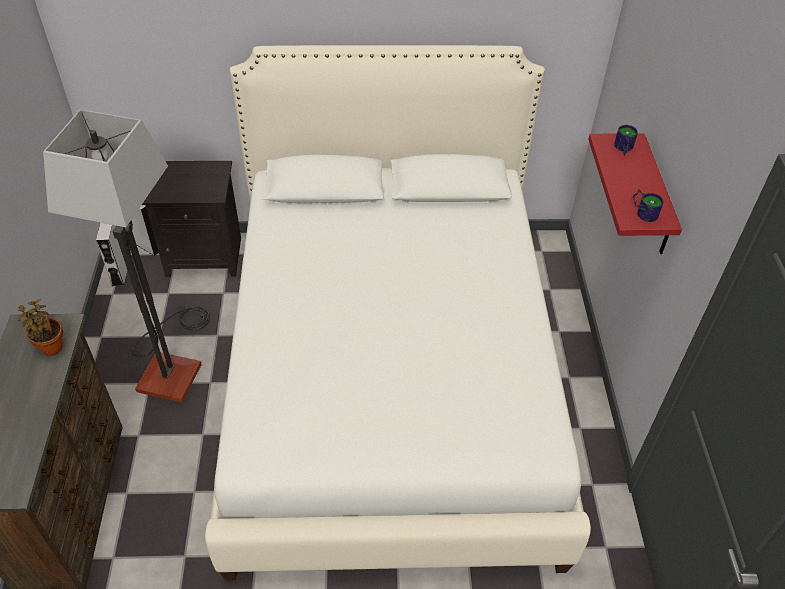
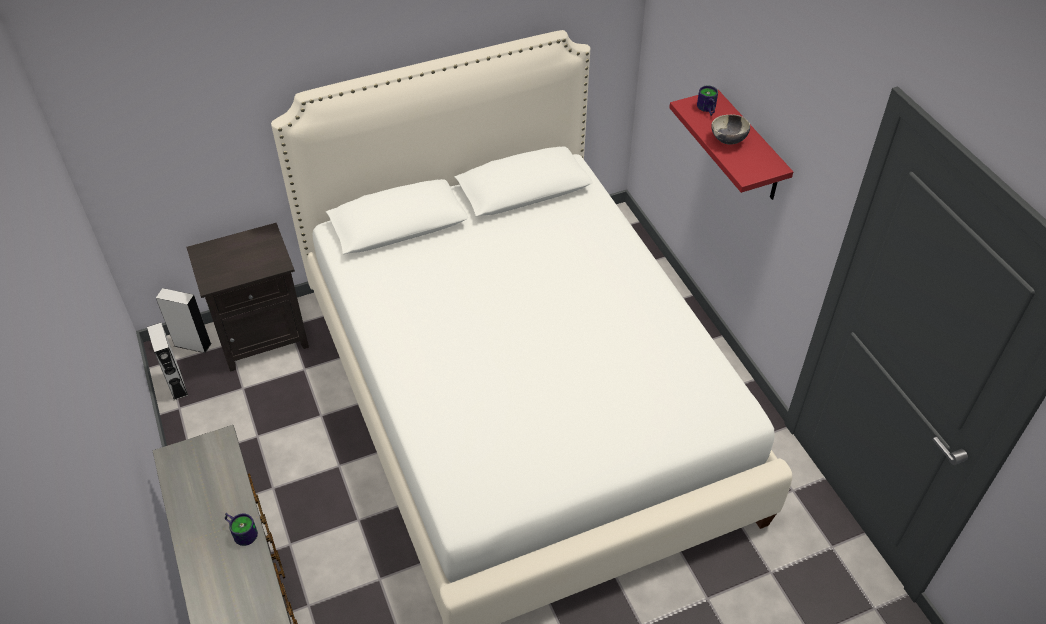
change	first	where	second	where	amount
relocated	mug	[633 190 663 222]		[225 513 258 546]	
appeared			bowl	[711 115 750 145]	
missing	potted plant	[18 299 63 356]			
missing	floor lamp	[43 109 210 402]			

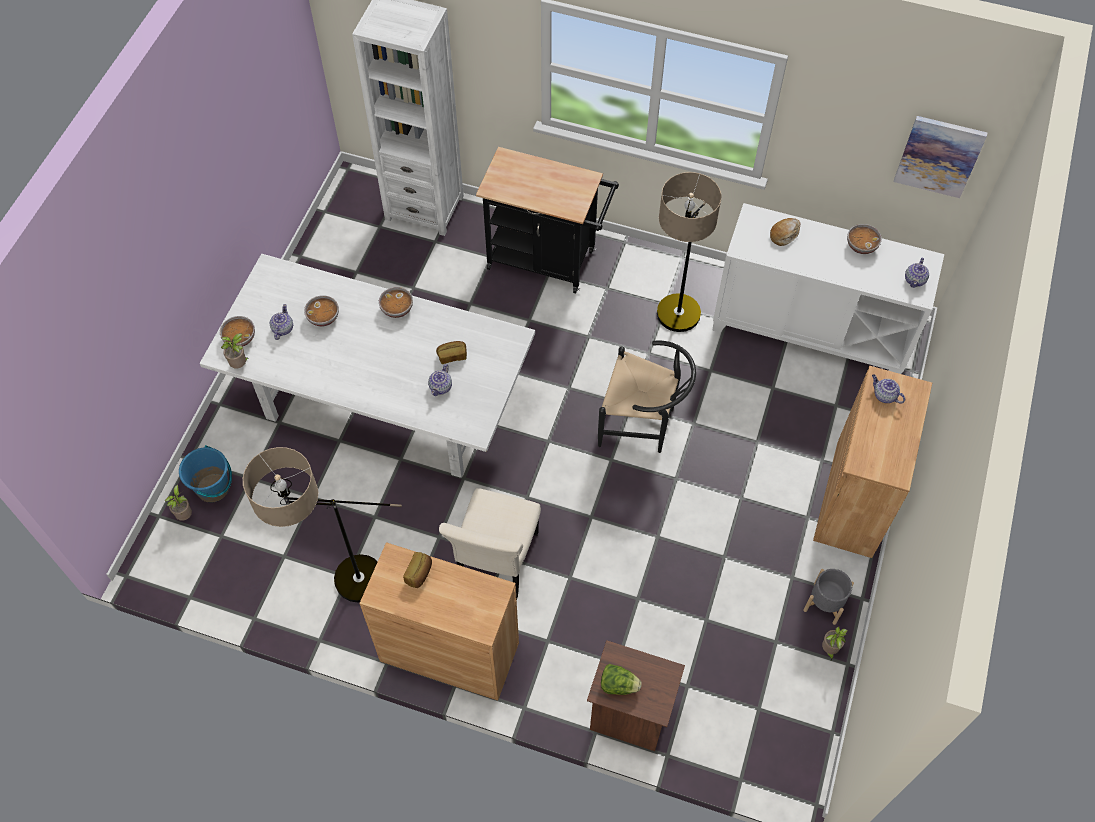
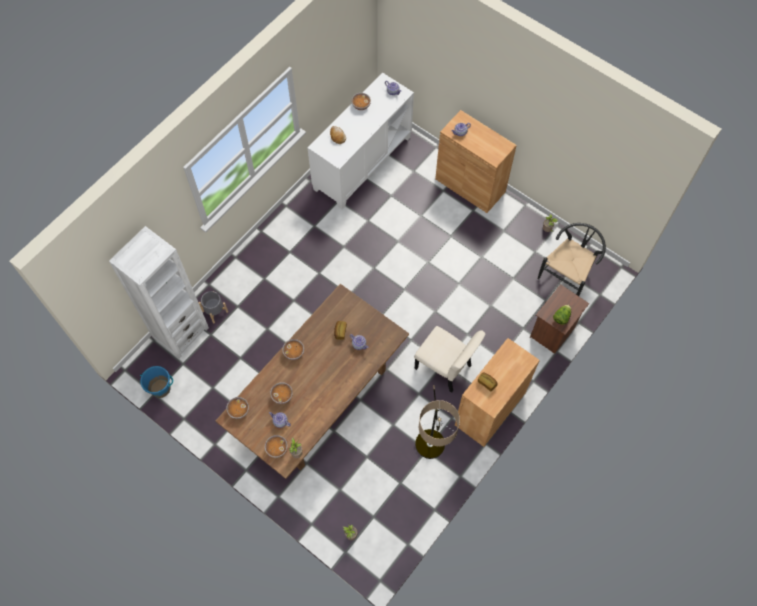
change	first	where	second	where	amount
relocated	bucket (blue)	[179 445 232 503]		[140 366 173 398]	
relocated	planter (grey)	[803 569 854 625]		[199 291 228 323]	
colour	dining table (white)	[200 254 535 478]	dining table (brown)	[216 284 409 479]	
appeared			bowl	[226 397 249 419]	
relocated	chair (black)	[598 340 696 453]		[538 223 606 296]	
missing	cart (black)	[476 147 619 293]			
missing	floor lamp	[657 172 721 332]			
missing	picture	[894 116 987 198]			

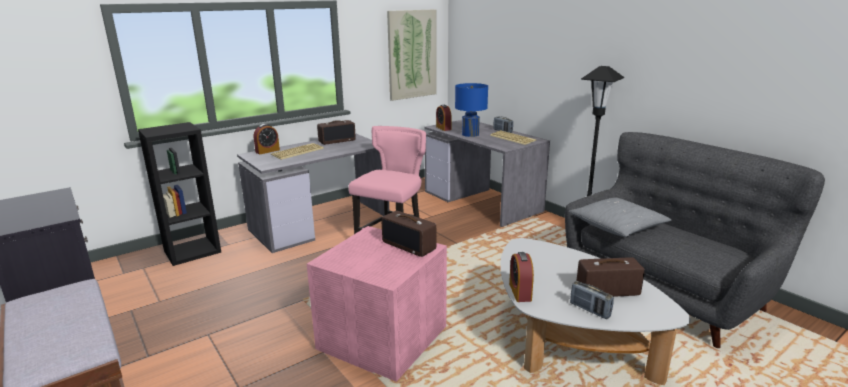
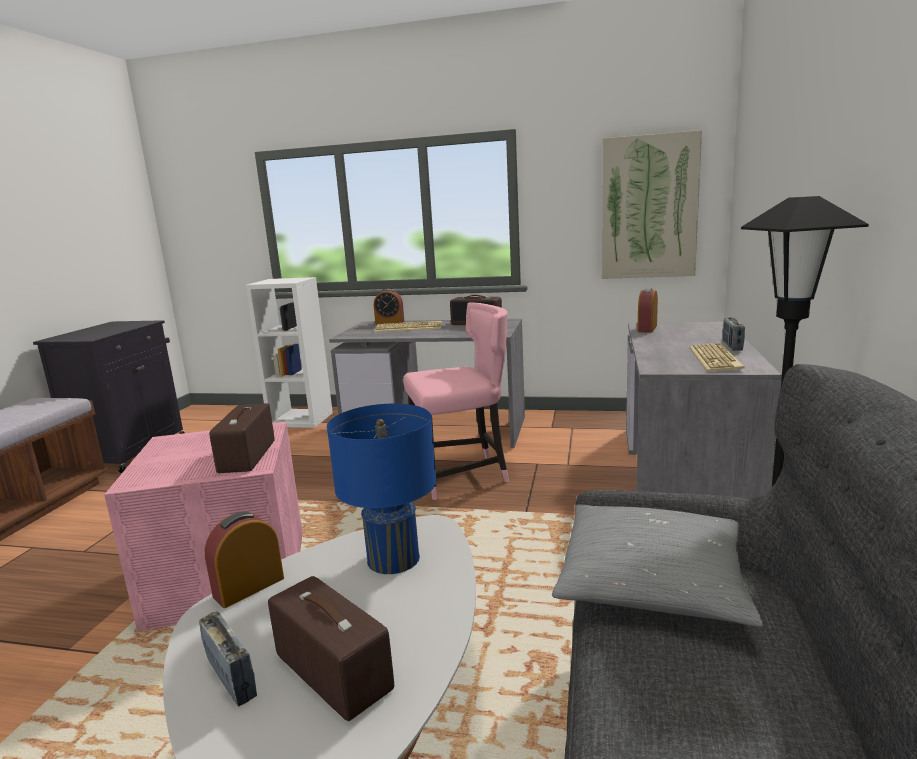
change	first	where	second	where	amount
spun	radio	[570 281 614 319]		[199 611 257 706]	135 degrees clockwise
colour	bookcase (black)	[138 122 221 266]	bookcase (white)	[246 277 333 428]	
relocated	table lamp (blue)	[455 83 488 137]		[327 404 436 574]	

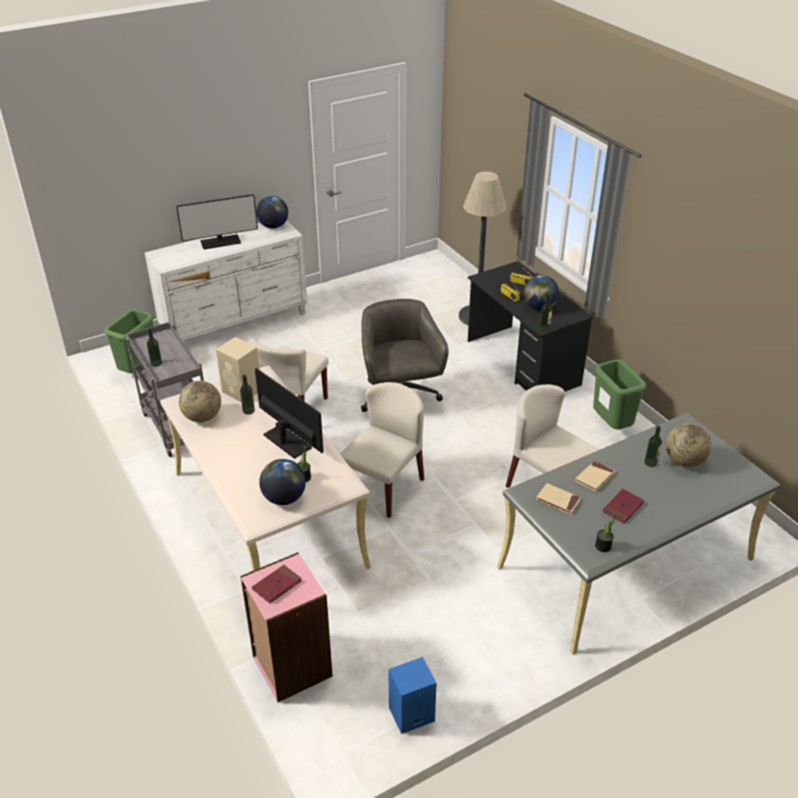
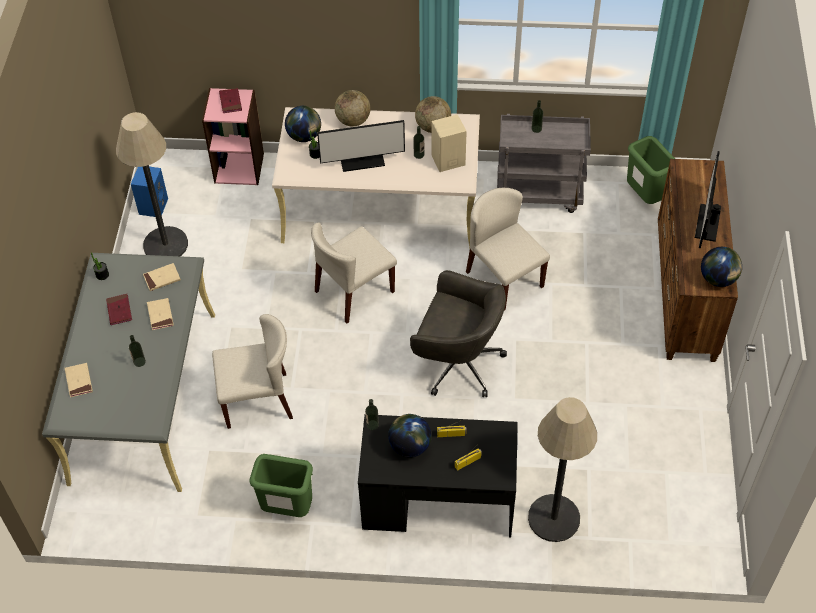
change	first	where	second	where	amount
appeared			book (beige)	[65 363 93 397]	
appeared			floor lamp	[116 112 188 256]	
spun	chair (beige)	[340 382 424 518]		[311 222 397 324]	75 degrees clockwise
relocated	globe	[666 423 712 467]		[335 90 371 127]	
colour	dresser (white)	[145 220 307 341]	dresser (brown)	[658 159 738 362]	

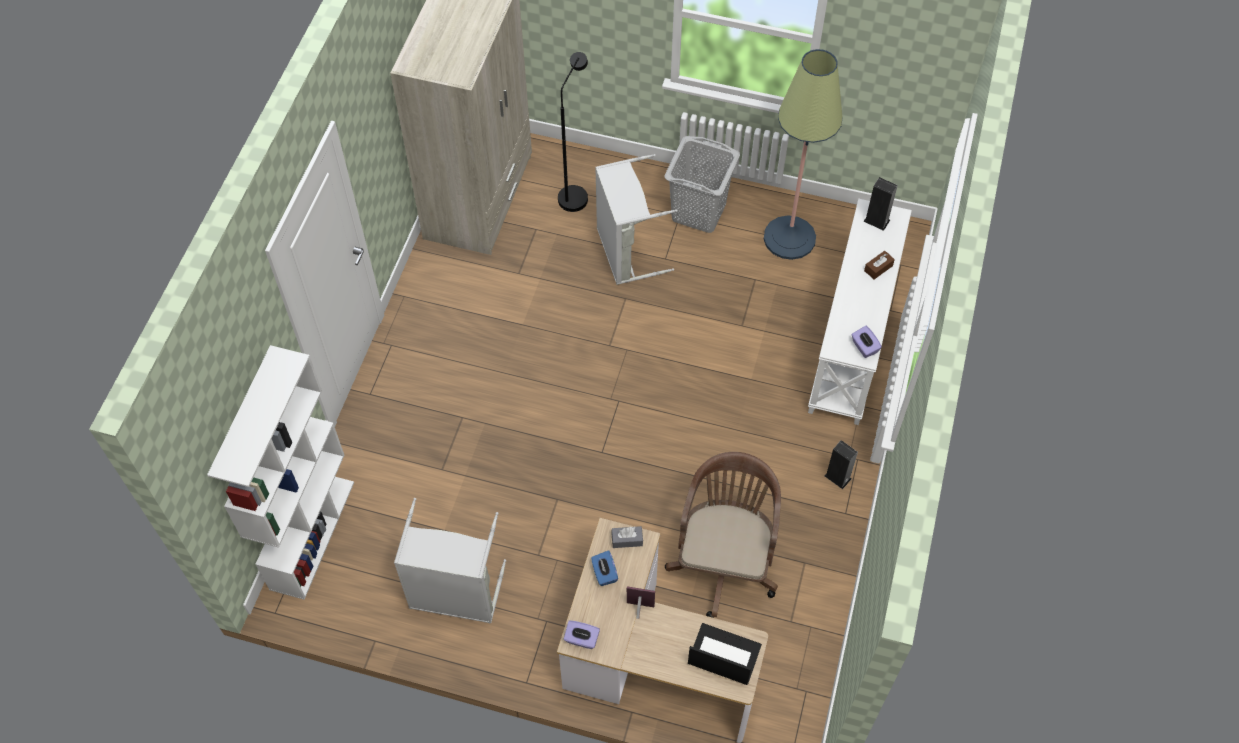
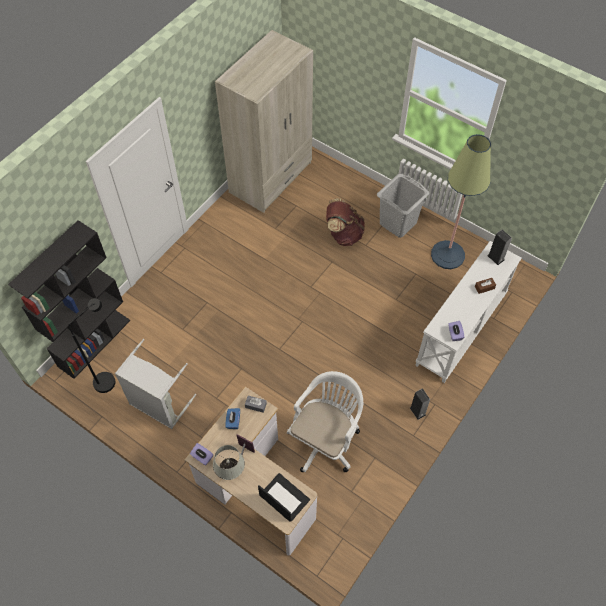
change	first	where	second	where	amount
colour	bookcase (white)	[207 345 354 600]	bookcase (black)	[8 220 130 379]	
relocated	floor lamp (black)	[558 52 588 212]		[68 298 115 393]	
appeared			table lamp (white)	[213 445 245 480]	
colour	office chair (brown)	[665 452 781 618]	office chair (white)	[287 371 363 472]	
exchanged	laundry basket (grey)	[595 154 678 285]	backpack (brown)	[326 199 365 246]	

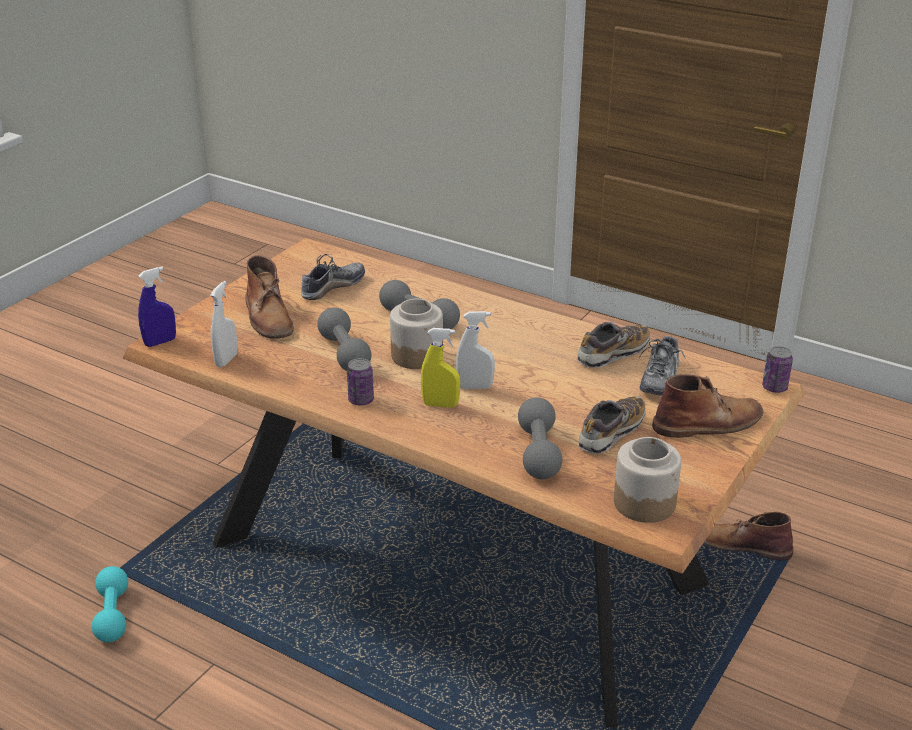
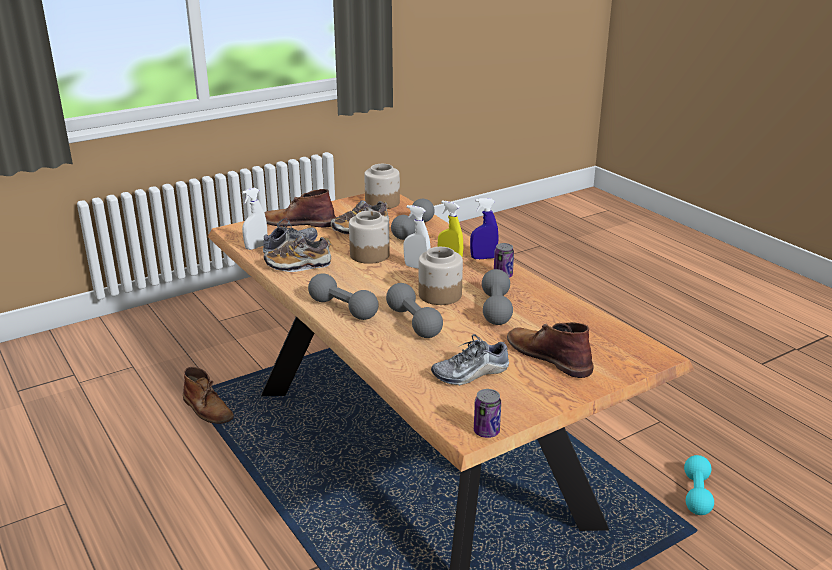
change	first	where	second	where	amount
relocated	spray bottle (white)	[210 281 238 367]		[242 187 268 250]	
appeared			dumbbell (grey)	[308 273 379 320]	
appeared			jar	[349 211 390 264]	
relocated	spray bottle (blue)	[138 267 176 347]		[470 198 499 259]	
relocated	can	[762 346 793 393]		[474 389 501 438]	
spun	boot (brown)	[245 255 294 339]		[507 322 594 378]	45 degrees counterclockwise

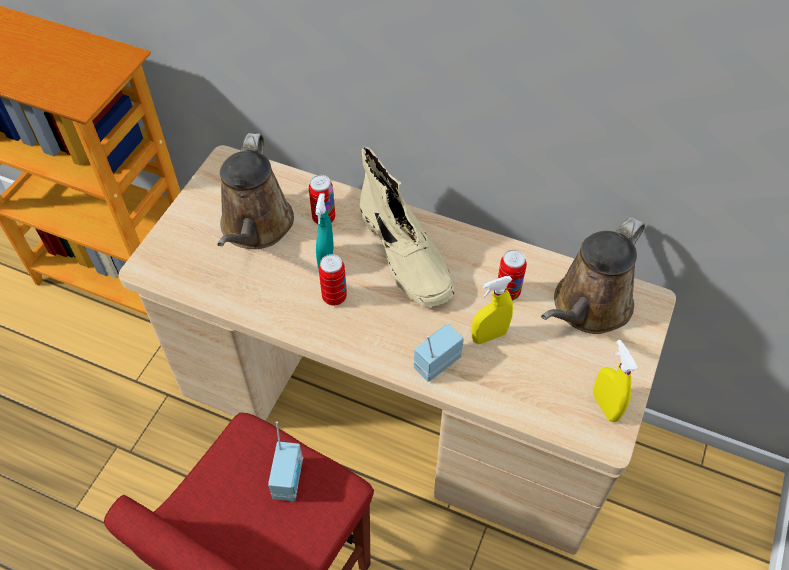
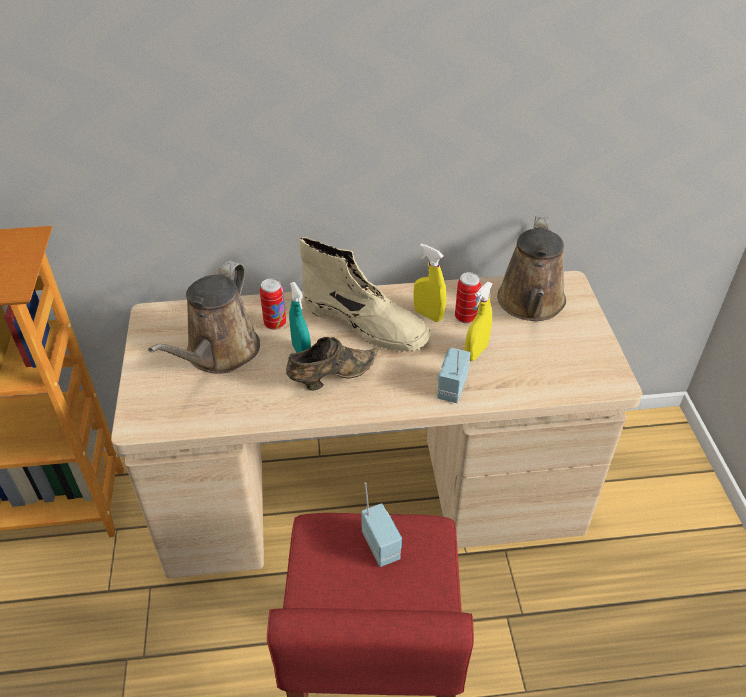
change	first	where	second	where	amount
spun	watering can (brown)	[218 133 294 249]		[148 261 260 374]	45 degrees clockwise
exchanged	can	[319 254 347 306]	shoe (brown)	[286 337 379 390]	
relocated	spray bottle (yellow)	[593 340 638 422]		[413 243 446 322]	

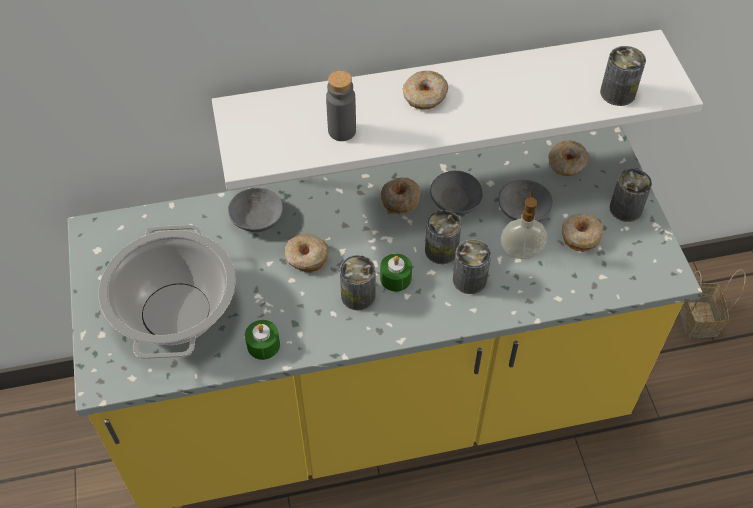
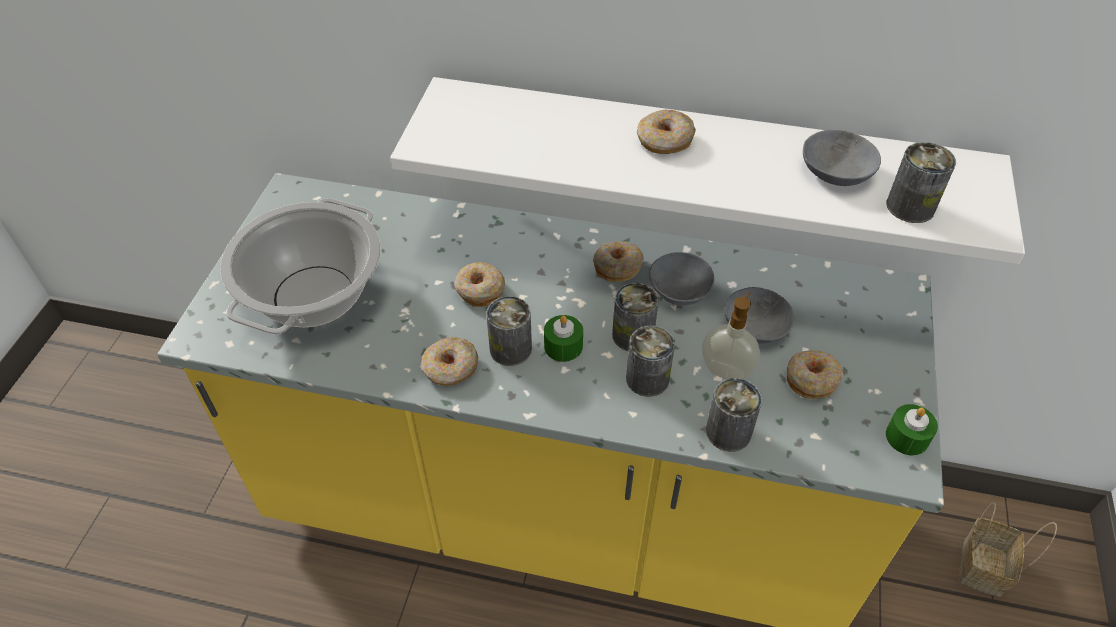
change	first	where	second	where	amount
relocated	donut	[548 140 588 176]		[421 337 479 386]	
relocated	can	[609 169 652 222]		[706 378 762 452]	
relocated	bowl (grey)	[228 188 283 232]		[803 130 881 186]	
relocated	candle (green)	[245 320 280 360]		[886 404 938 455]	
missing	bottle (grey)	[326 71 356 141]			

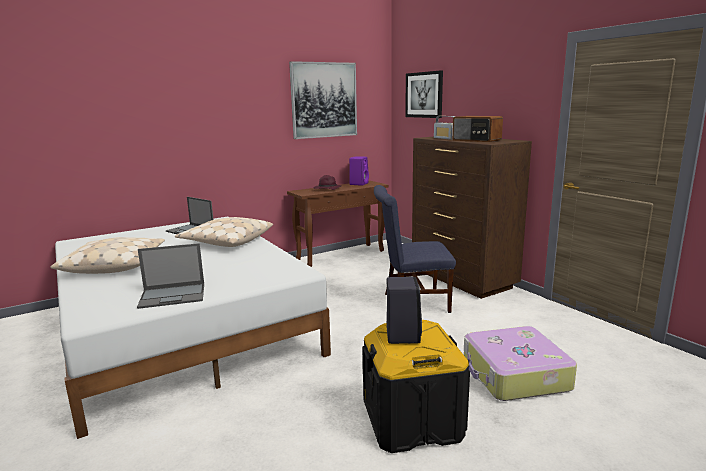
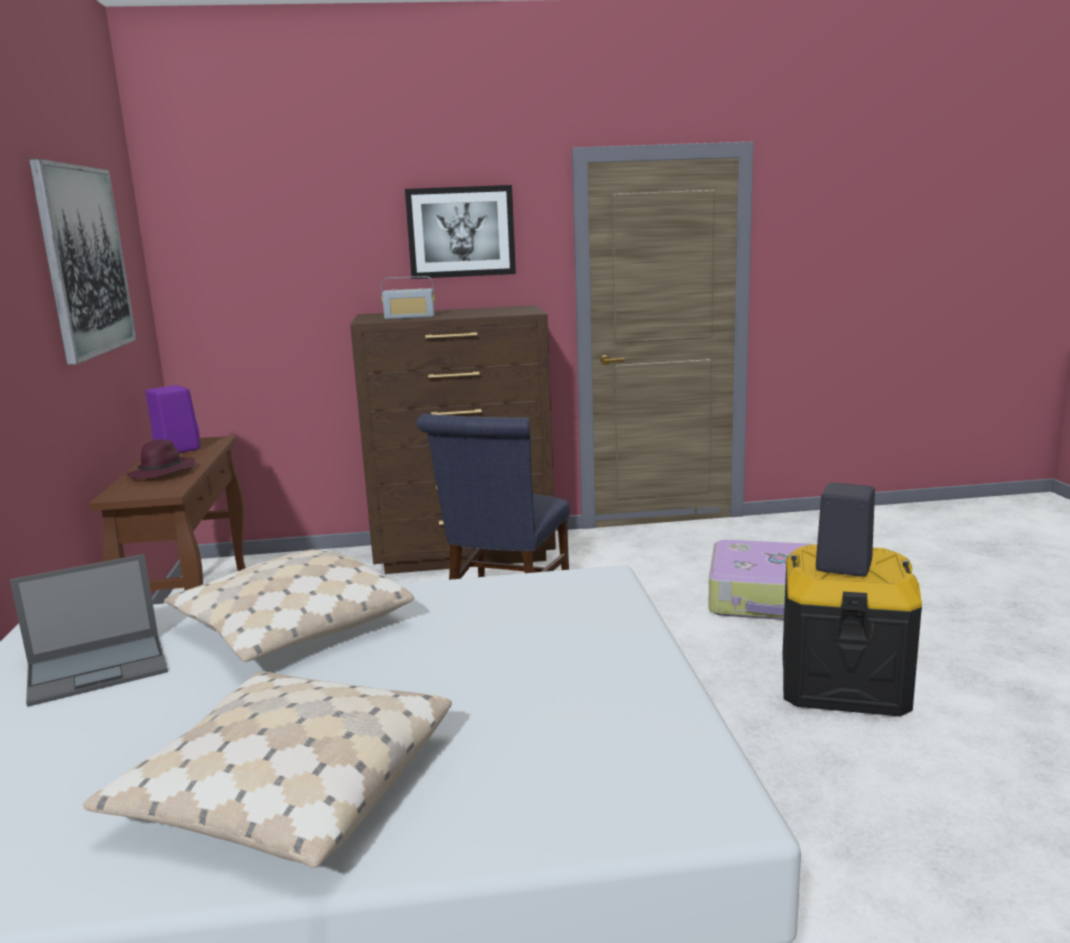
change	first	where	second	where	amount
relocated	picture	[405 70 443 118]		[405 185 516 279]	
missing	laptop	[137 243 204 309]			
missing	radio	[452 116 503 142]			

